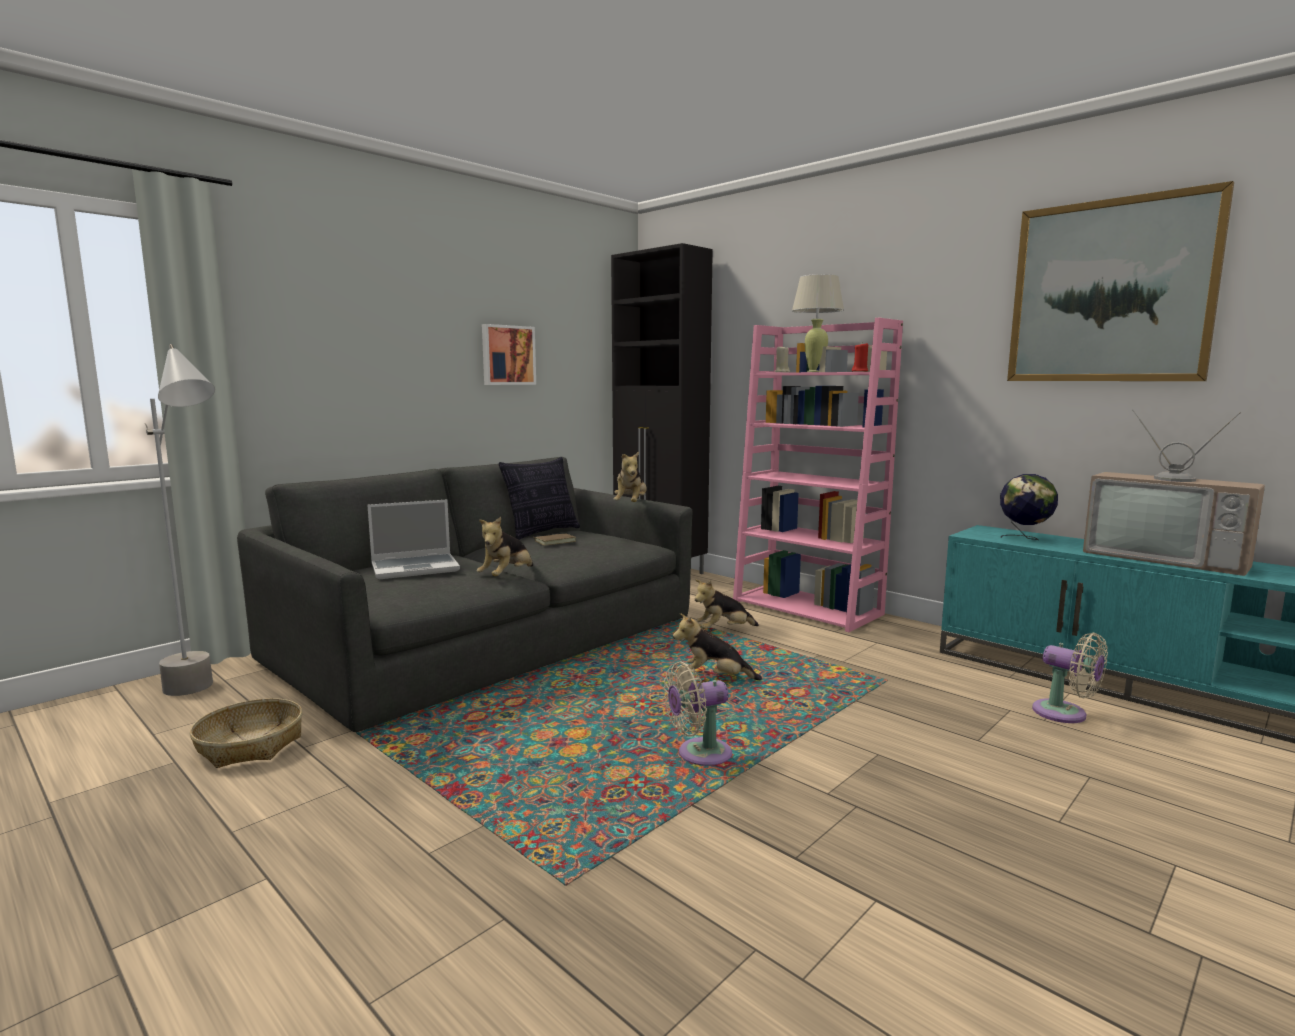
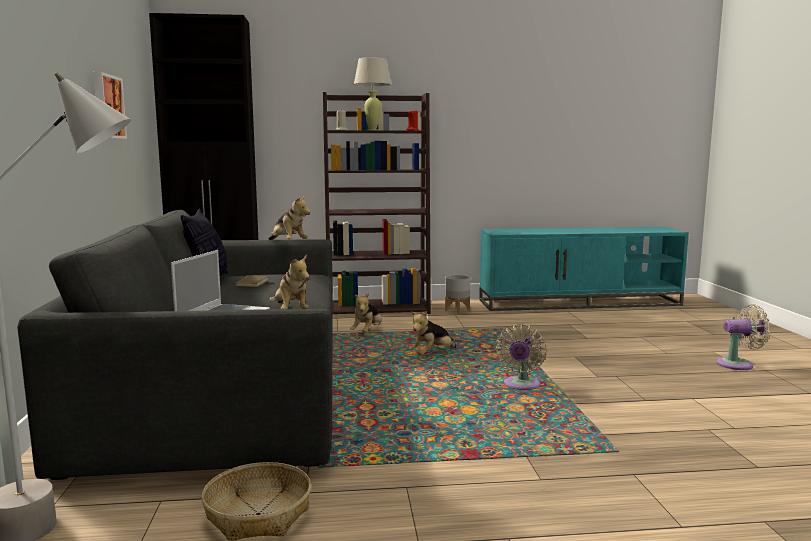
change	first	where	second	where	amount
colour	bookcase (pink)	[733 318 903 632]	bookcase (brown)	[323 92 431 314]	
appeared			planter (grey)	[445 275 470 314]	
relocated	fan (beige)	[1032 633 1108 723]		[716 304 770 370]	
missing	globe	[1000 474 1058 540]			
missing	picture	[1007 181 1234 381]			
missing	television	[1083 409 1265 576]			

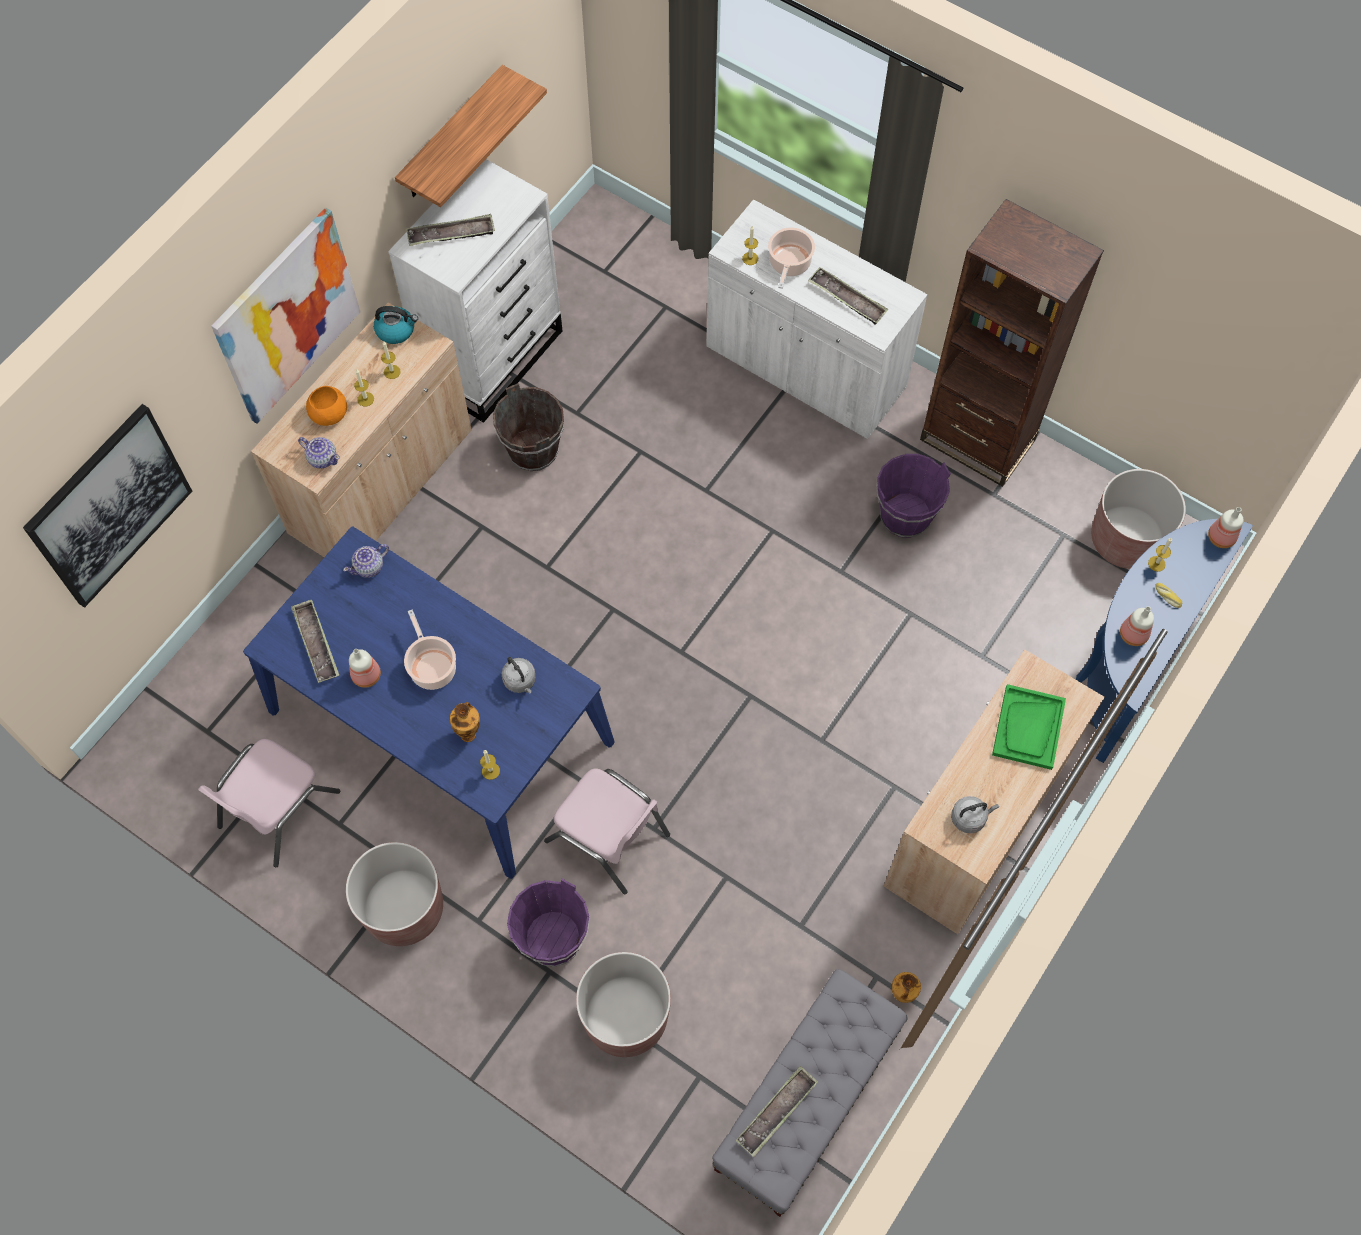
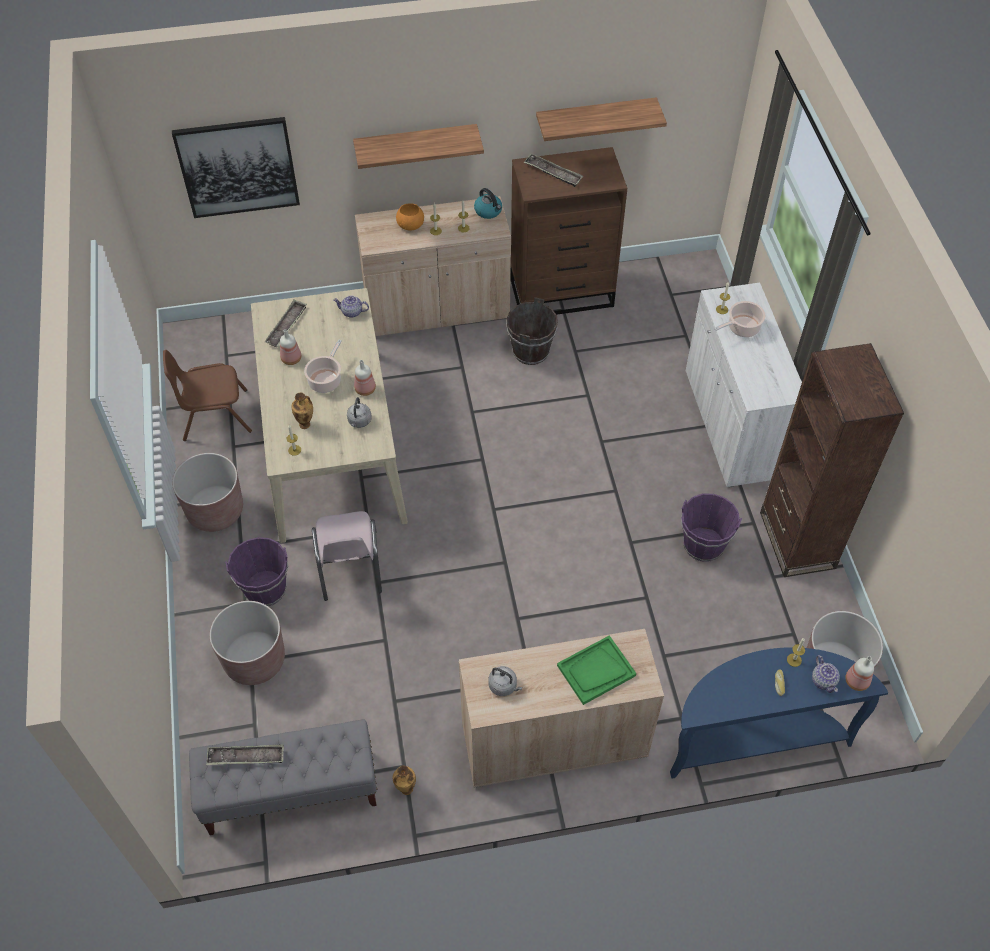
change	first	where	second	where	amount
colour	chair (pink)	[198 739 340 867]	chair (brown)	[163 350 252 441]	
colour	dining table (blue)	[243 526 615 879]	dining table (beige)	[251 288 408 543]	
exchanged	picture	[211 208 360 424]	shelf	[353 124 484 169]	
relocated	bottle	[1120 606 1154 646]		[354 360 376 396]	
colour	dresser (white)	[388 159 563 423]	dresser (brown)	[510 147 627 315]	
relocated	teapot	[298 437 340 469]		[812 655 840 693]	
missing	tray	[808 267 888 324]			

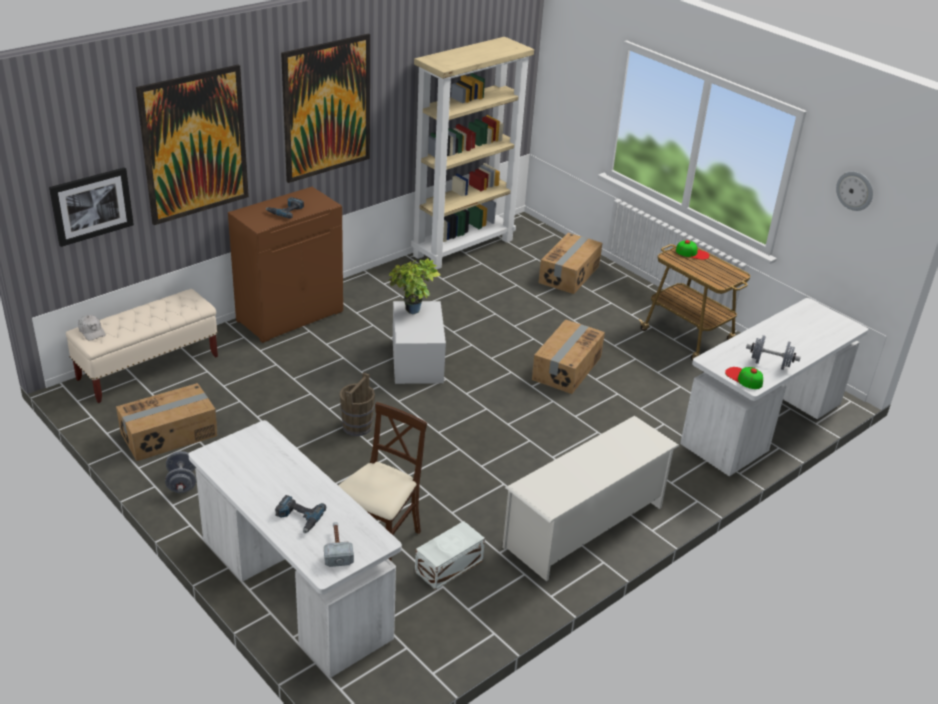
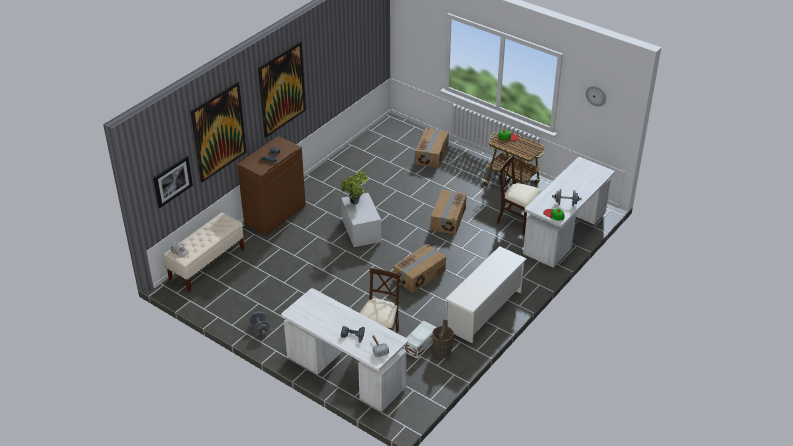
change	first	where	second	where	amount
relocated	cardboard box	[116 383 217 461]		[393 244 446 293]	
relocated	bucket (brown)	[340 373 375 436]		[432 319 454 358]	
appeared			chair (beige)	[497 155 542 235]	
missing	bookcase (beige)	[411 37 534 270]			

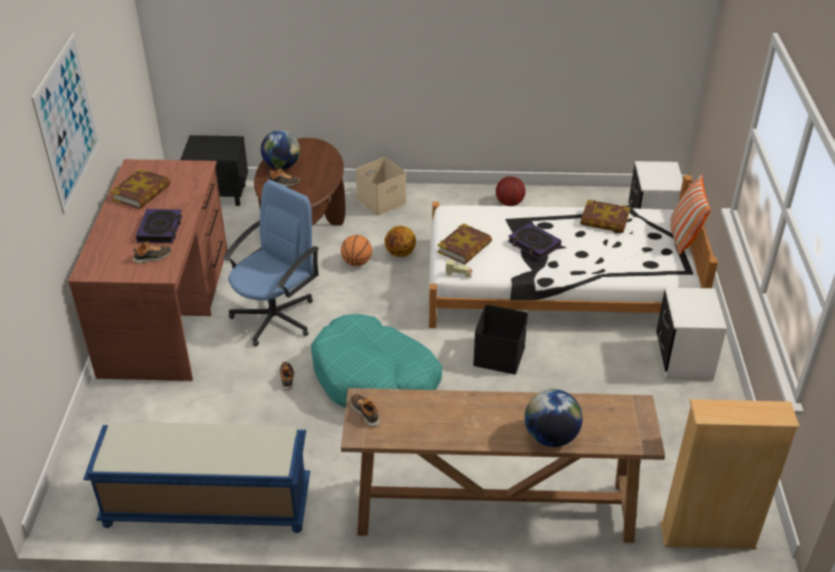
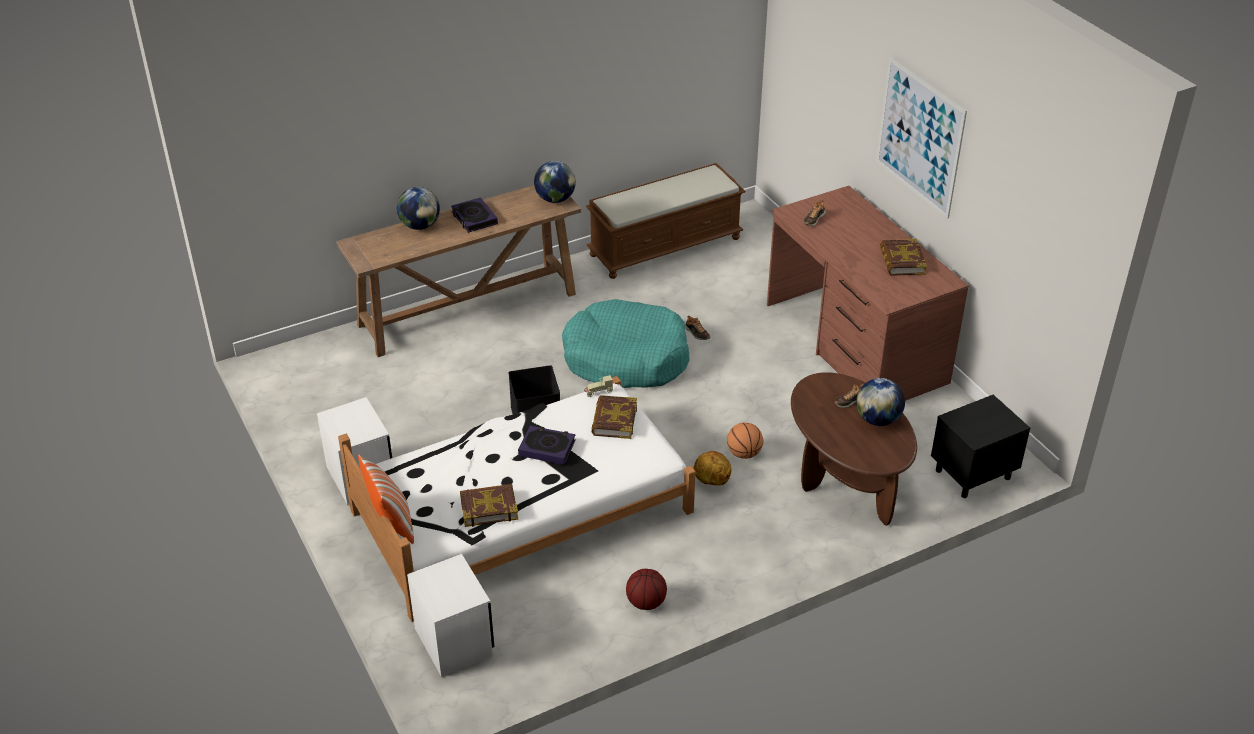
change	first	where	second	where	amount
relocated	book	[136 209 182 243]		[451 197 498 233]	
exchanged	shoe	[350 394 380 427]	globe	[534 161 576 203]	
colour	bench (blue)	[83 422 310 533]	bench (brown)	[586 163 746 279]	
missing	office chair (blue)	[223 180 319 347]			
missing	storage box (beige)	[355 157 407 216]			
missing	bookcase (beige)	[660 399 800 550]			

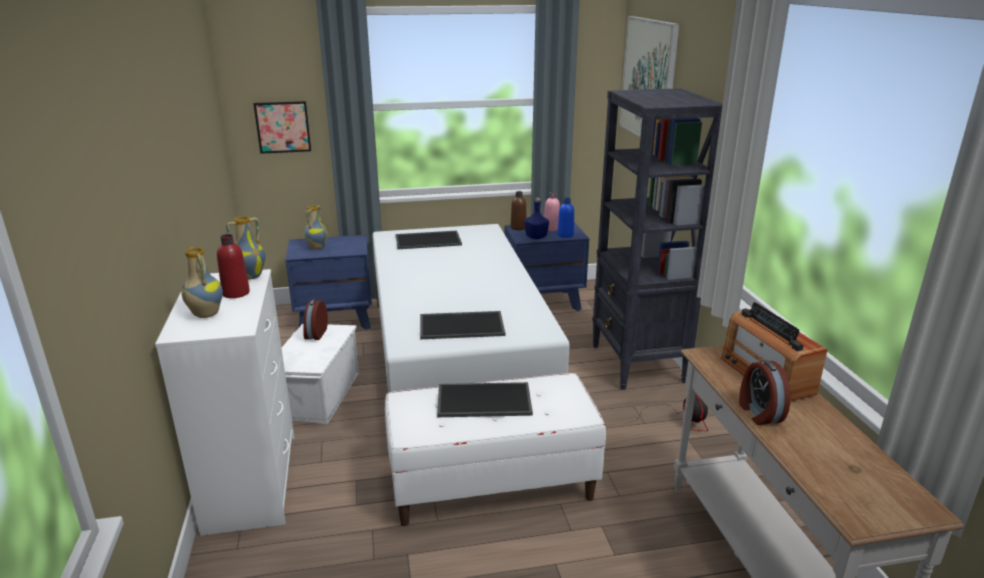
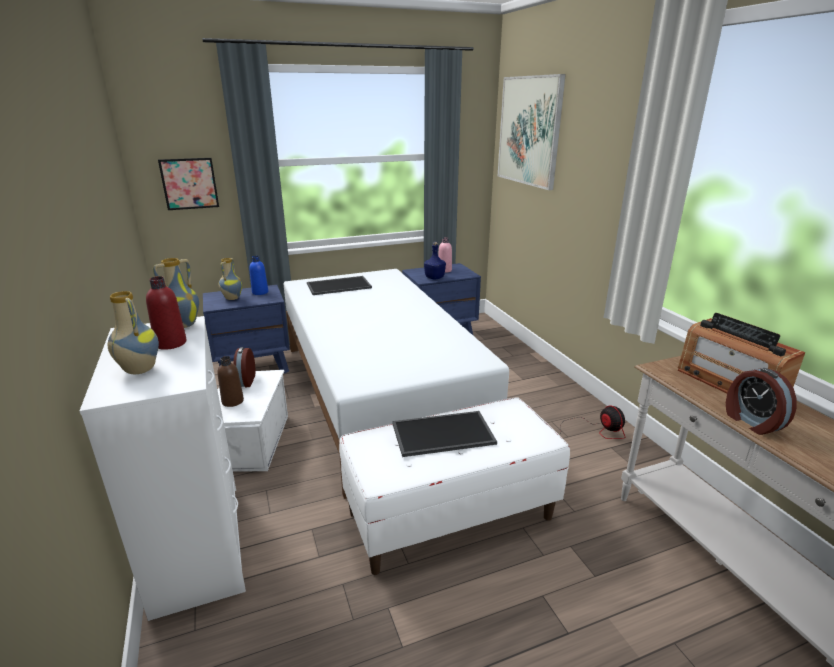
change	first	where	second	where	amount
relocated	bottle (brown)	[511 191 526 230]		[217 356 244 407]	
relocated	bottle (blue)	[557 198 574 238]		[249 256 268 295]	
missing	tray	[420 311 505 339]			
missing	bookcase (black)	[592 88 723 390]			

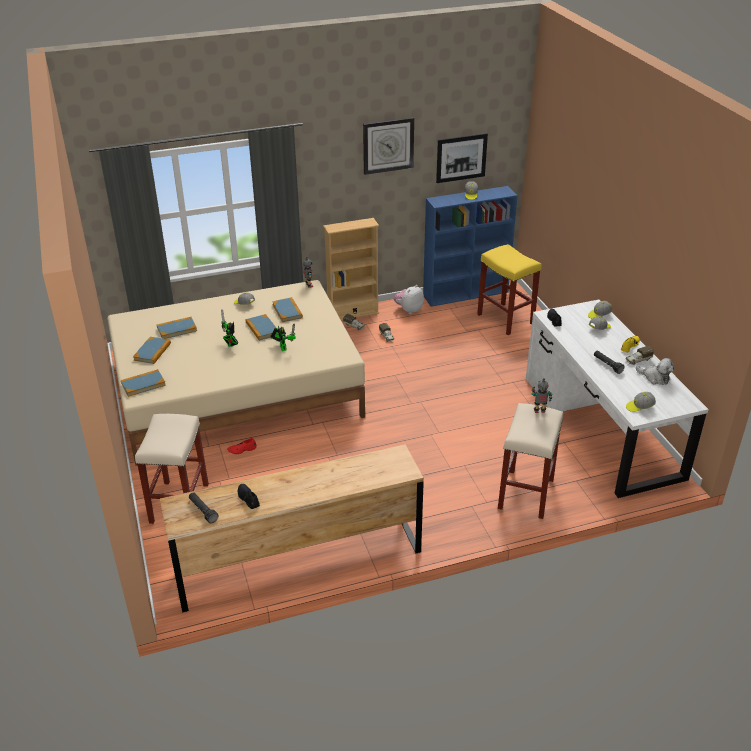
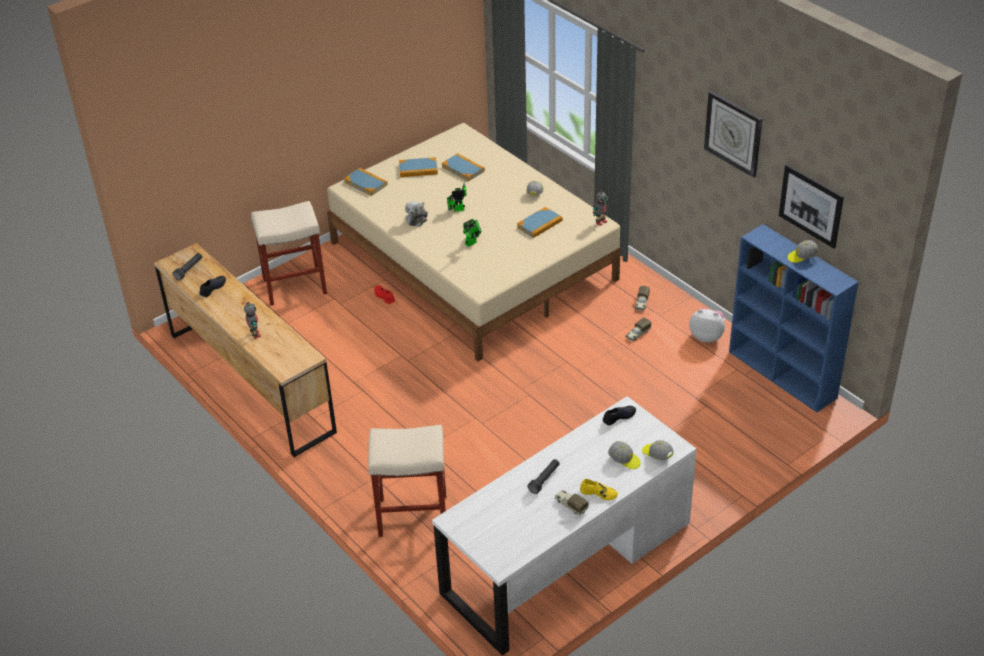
change	first	where	second	where	amount
relocated	toy robot	[532 378 553 413]		[244 301 261 339]	
relocated	plush toy	[636 358 674 385]		[405 201 428 227]	
missing	book	[246 314 276 341]			
missing	bookcase (beige)	[323 218 379 320]			
missing	stool (yellow)	[477 244 542 335]			
missing	cap	[626 392 656 412]			

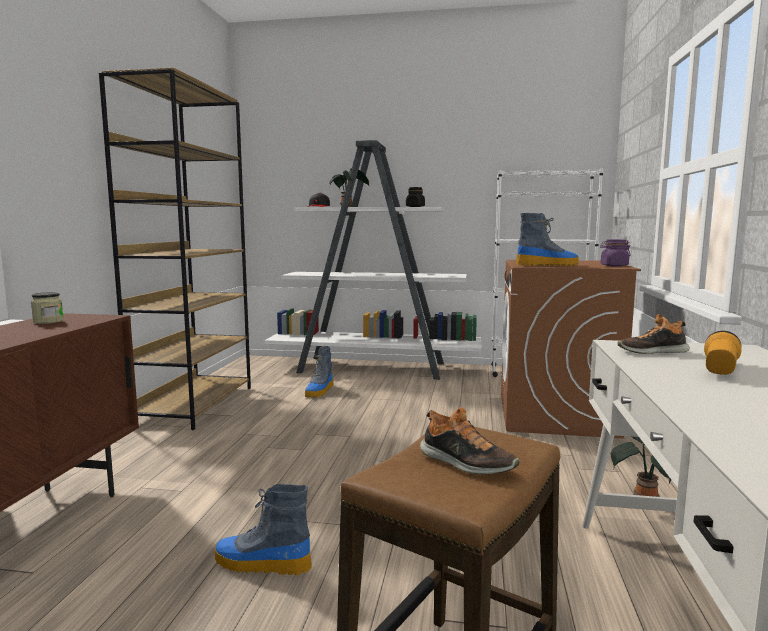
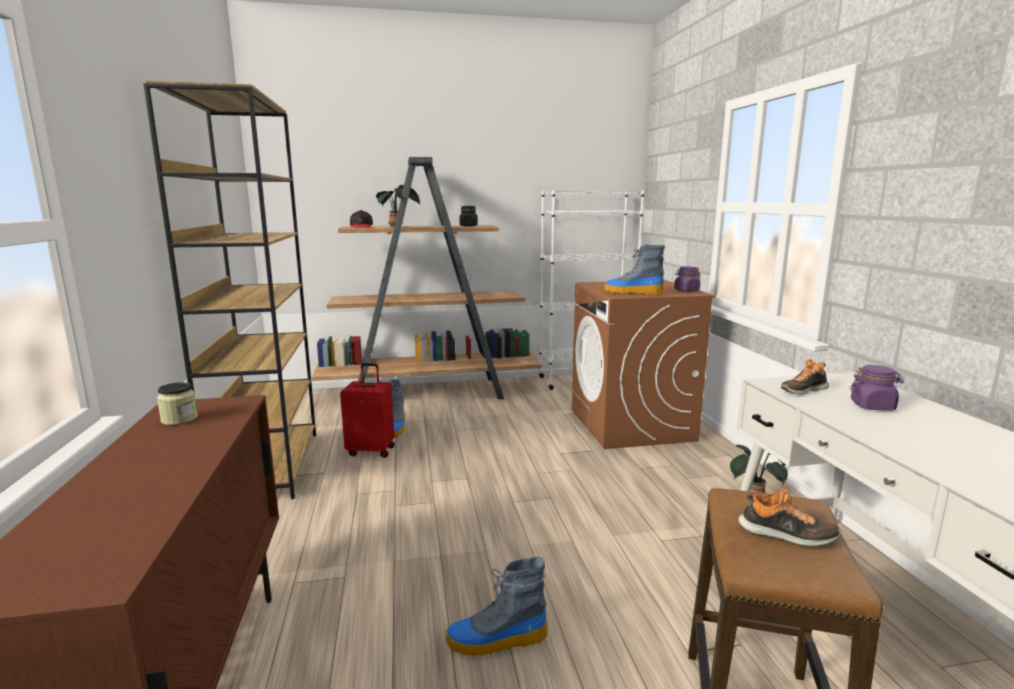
change	first	where	second	where	amount
colour	bookcase (white)	[265 140 481 380]	bookcase (brown)	[312 157 542 399]	
appeared			suitcase (red)	[340 363 395 458]	
spun	boot	[516 213 579 266]		[604 245 665 295]	135 degrees counterclockwise
exchanged	flashlight	[704 331 742 375]	jar (purple)	[850 365 904 411]	

